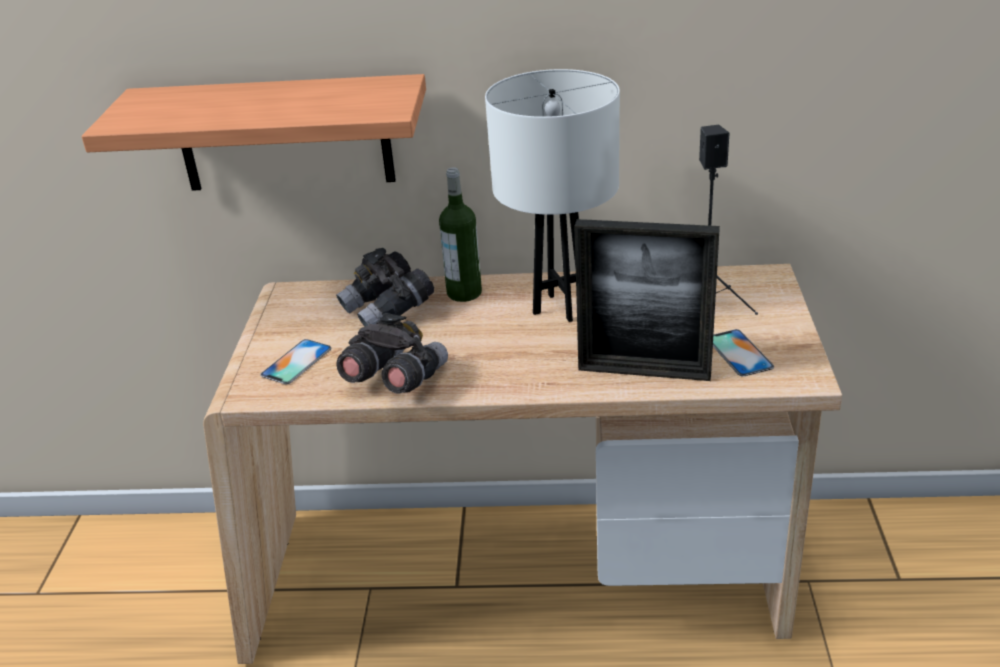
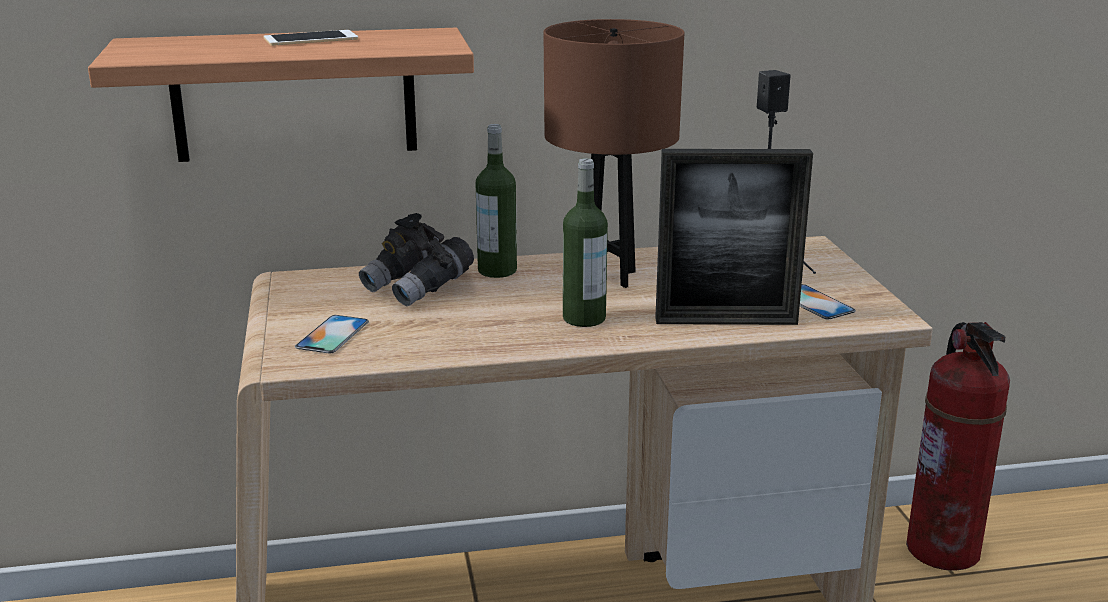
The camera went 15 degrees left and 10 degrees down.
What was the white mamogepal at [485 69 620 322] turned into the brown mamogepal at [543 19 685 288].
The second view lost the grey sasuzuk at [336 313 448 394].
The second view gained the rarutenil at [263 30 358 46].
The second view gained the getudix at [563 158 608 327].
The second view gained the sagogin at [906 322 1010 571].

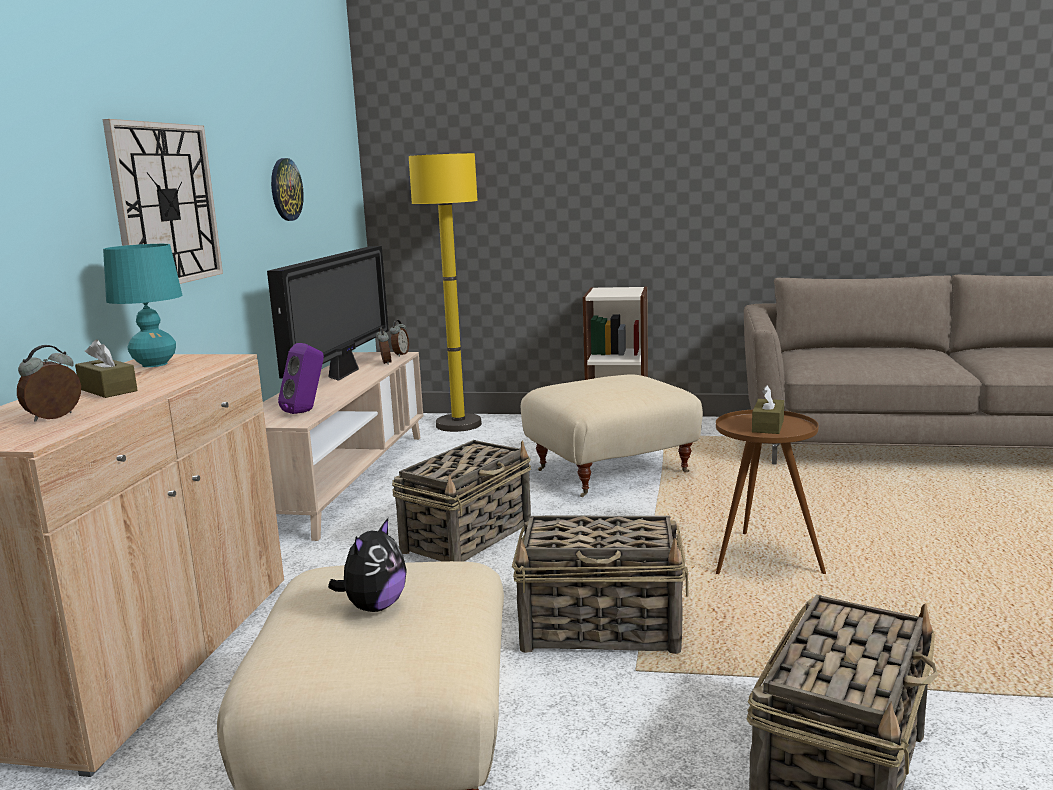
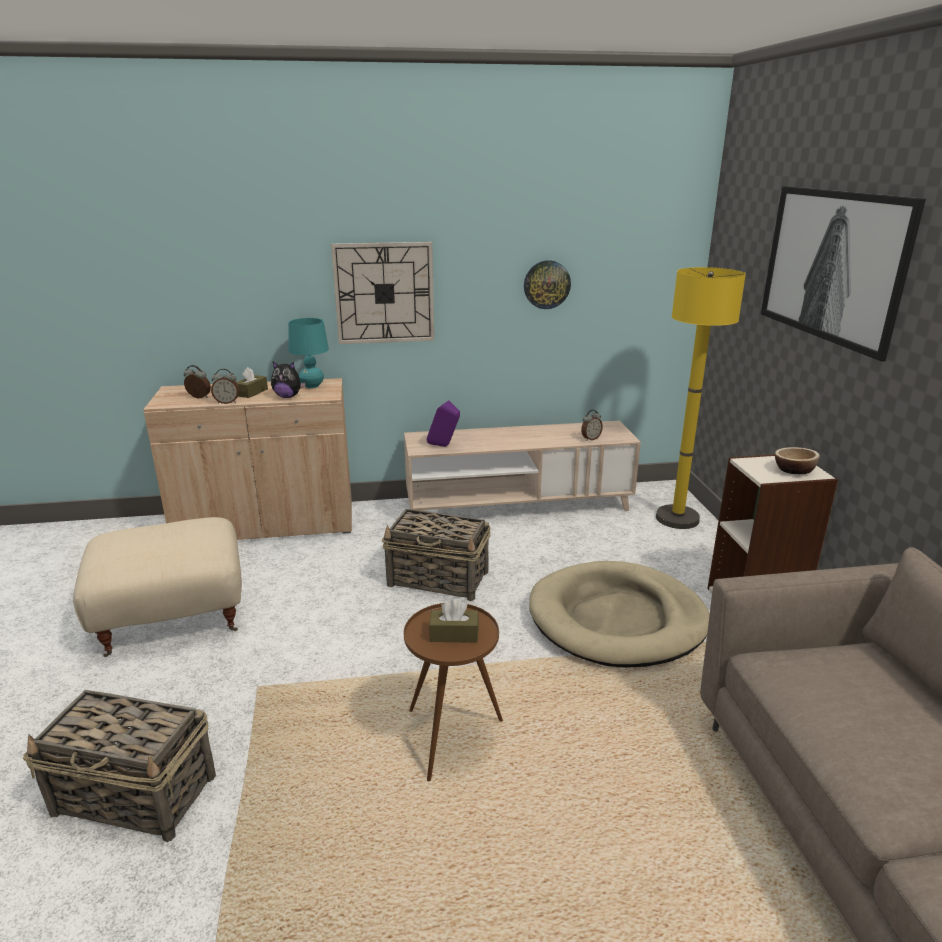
The camera went 70 degrees right and 10 degrees up.
The second view lost the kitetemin at [267 246 389 381].
The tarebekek ended up elsewhere, having gone from [390 320 409 357] to [211 369 240 404].
Where the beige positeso stood at [521 374 703 497], the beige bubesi came to stand at [529 561 710 668].
The second view lost the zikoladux at [512 515 689 654].
The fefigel ended up elsewhere, having gone from [328 518 407 612] to [271 362 306 398].
The second view gained the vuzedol at [761 186 926 361].
The second view gained the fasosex at [775 447 820 474].

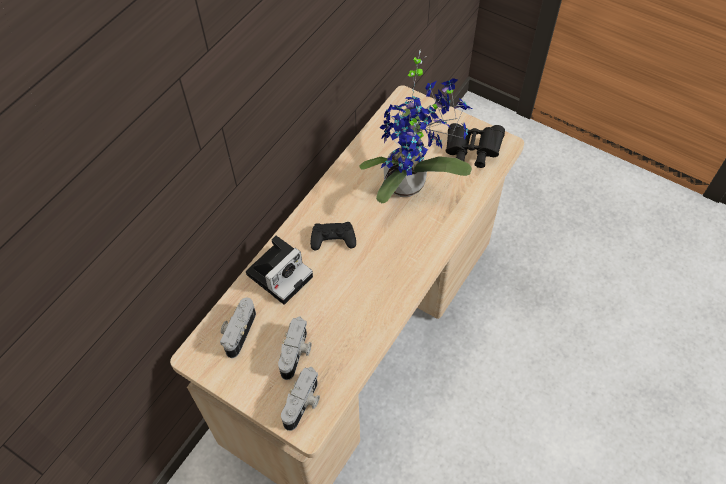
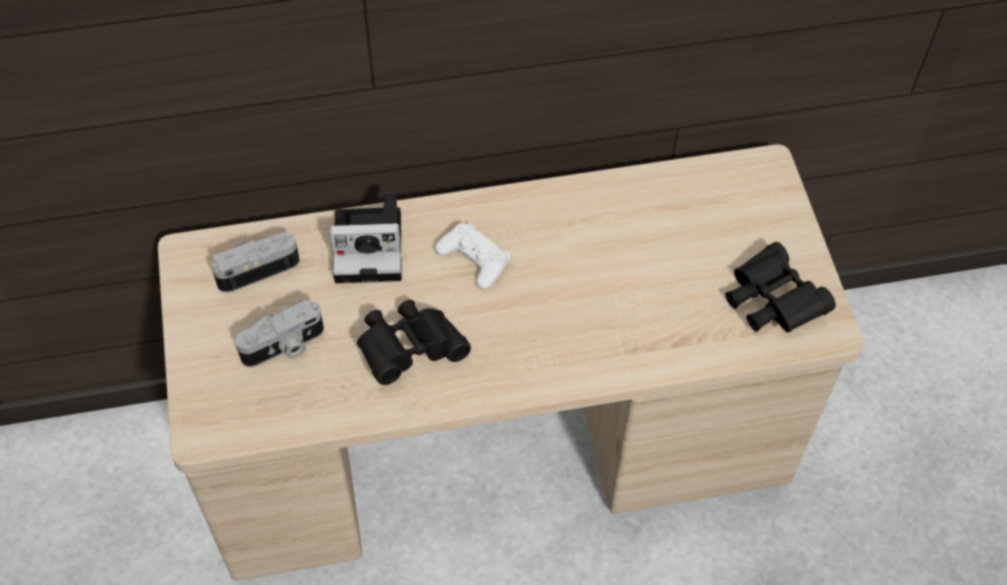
The camera went 45 degrees right and 0 degrees up.
The second view lost the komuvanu at [360 50 472 203].
What was the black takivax at [310 222 356 250] turned into the white takivax at [434 223 511 289].
The second view lost the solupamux at [281 367 320 431].
The second view gained the black sasuzuk at [357 300 471 385].

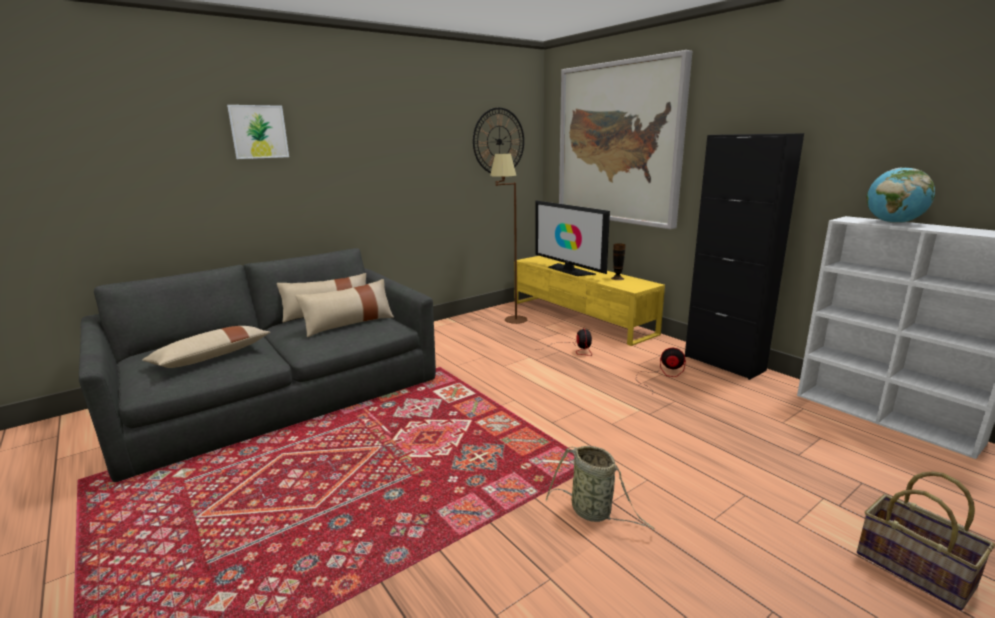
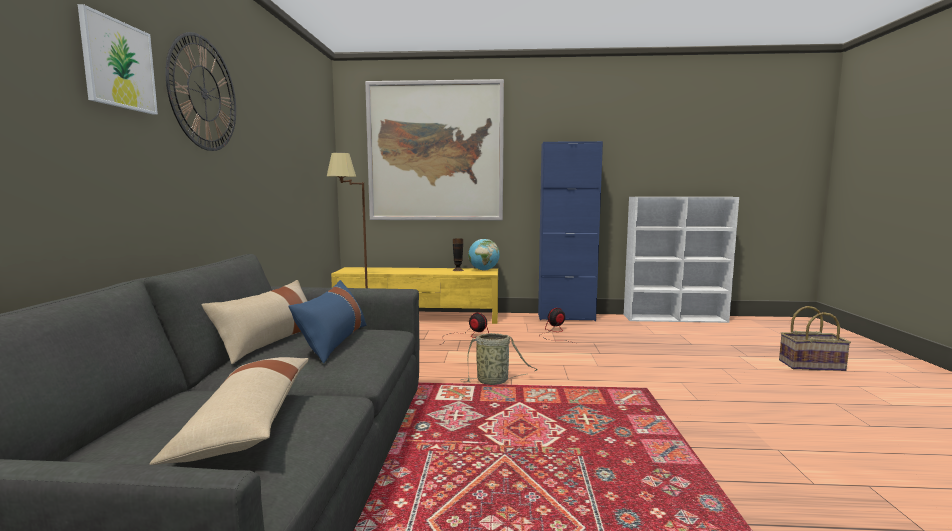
The camera went 50 degrees left and 10 degrees down.
The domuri ended up elsewhere, having gone from [473 108 524 173] to [165 32 236 151].
What was the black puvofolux at [685 133 804 380] turned into the blue puvofolux at [538 141 603 321].
The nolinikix ended up elsewhere, having gone from [867 168 935 223] to [468 239 500 271].
The second view lost the kitetemin at [535 200 610 276].
What was the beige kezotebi at [295 279 394 337] turned into the blue kezotebi at [288 280 367 363].
The zikoladux ended up elsewhere, having gone from [546 446 655 530] to [461 333 538 385].

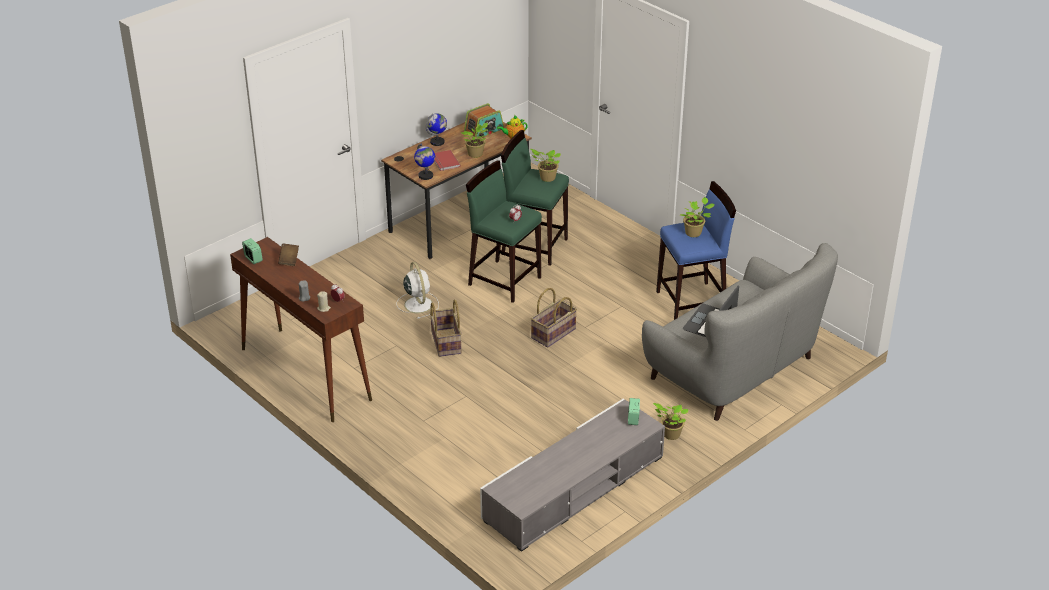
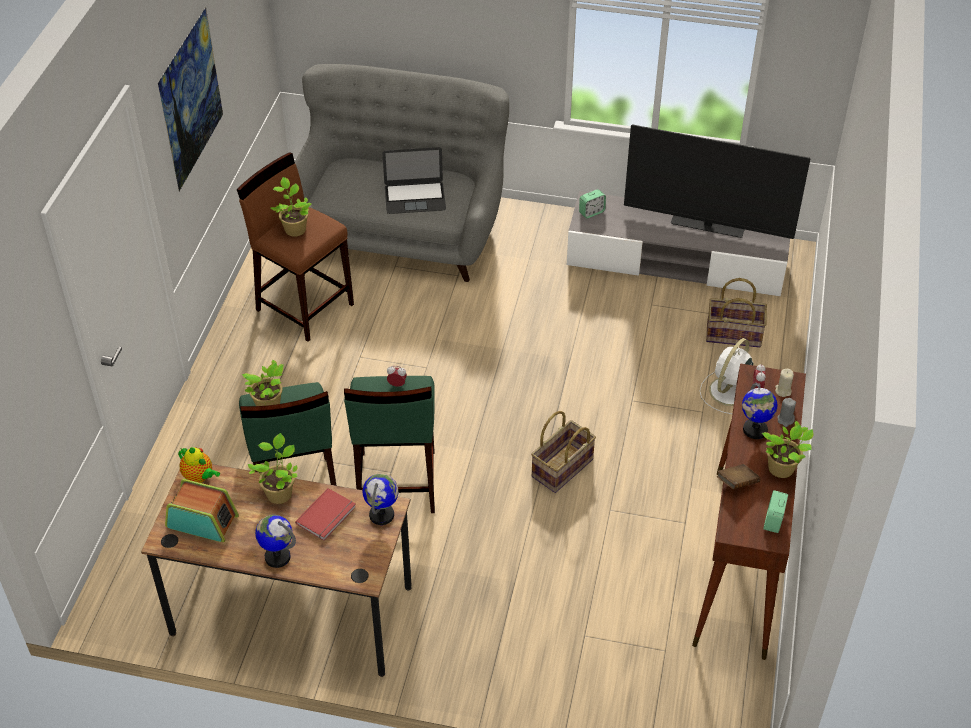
The camera went 125 degrees left and 10 degrees up.
What was the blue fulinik at [656 181 736 320] turned into the brown fulinik at [237 152 354 342].
The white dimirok ended up elsewhere, having gone from [396 262 439 319] to [700 338 753 414].
The zikoladux ended up elsewhere, having gone from [530 288 577 347] to [706 278 767 348].
The komuvanu ended up elsewhere, having gone from [653 403 689 440] to [762 421 814 478].
The second view gained the vuzedol at [158 7 223 192].
The second view gained the kitetemin at [624 124 810 239].
The second view gained the nolinikix at [742 383 777 439].

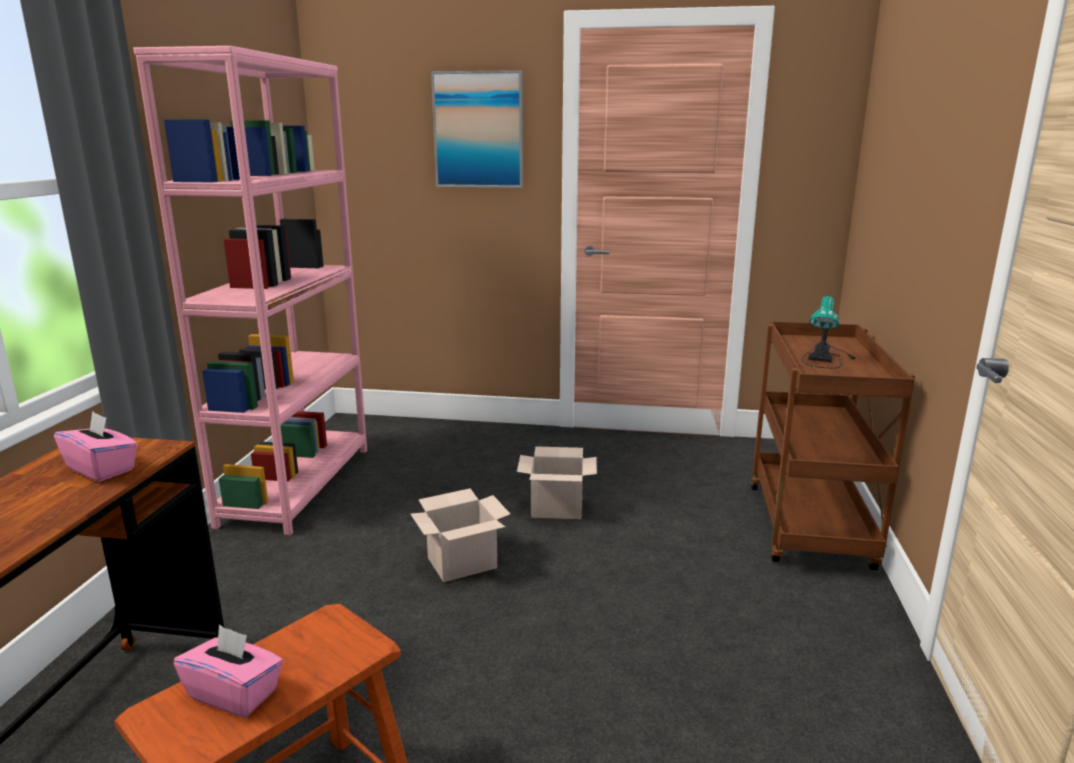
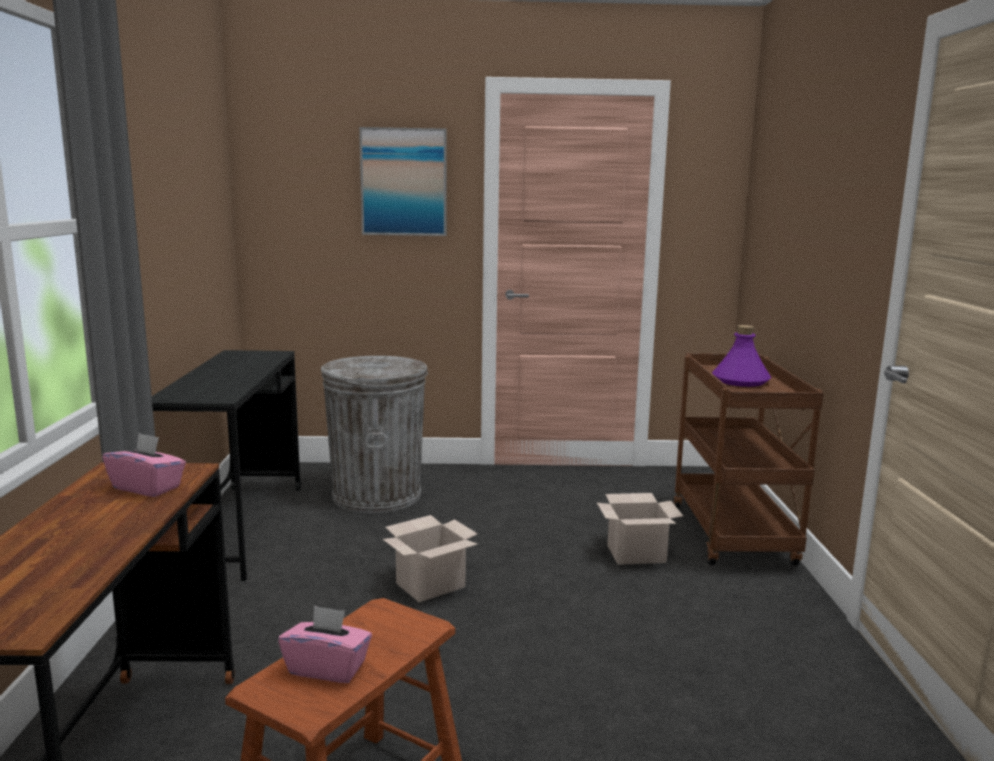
The camera went 10 degrees left and 5 degrees down.
Where the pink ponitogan stood at [133 46 367 536], the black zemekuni came to stand at [152 350 301 581].
Where the mamogepal stood at [802 296 857 369], the purple getudix came to stand at [712 325 771 387].
The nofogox ended up elsewhere, having gone from [517 446 597 519] to [597 493 683 565].
The second view gained the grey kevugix at [321 356 428 513].

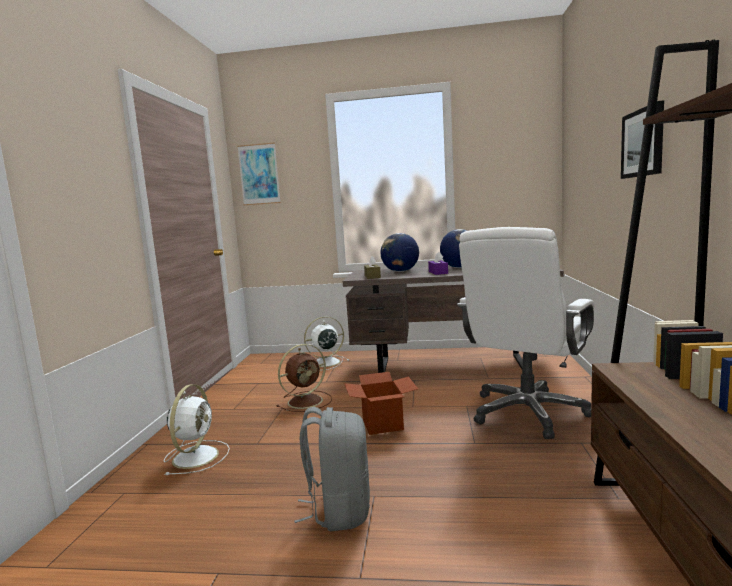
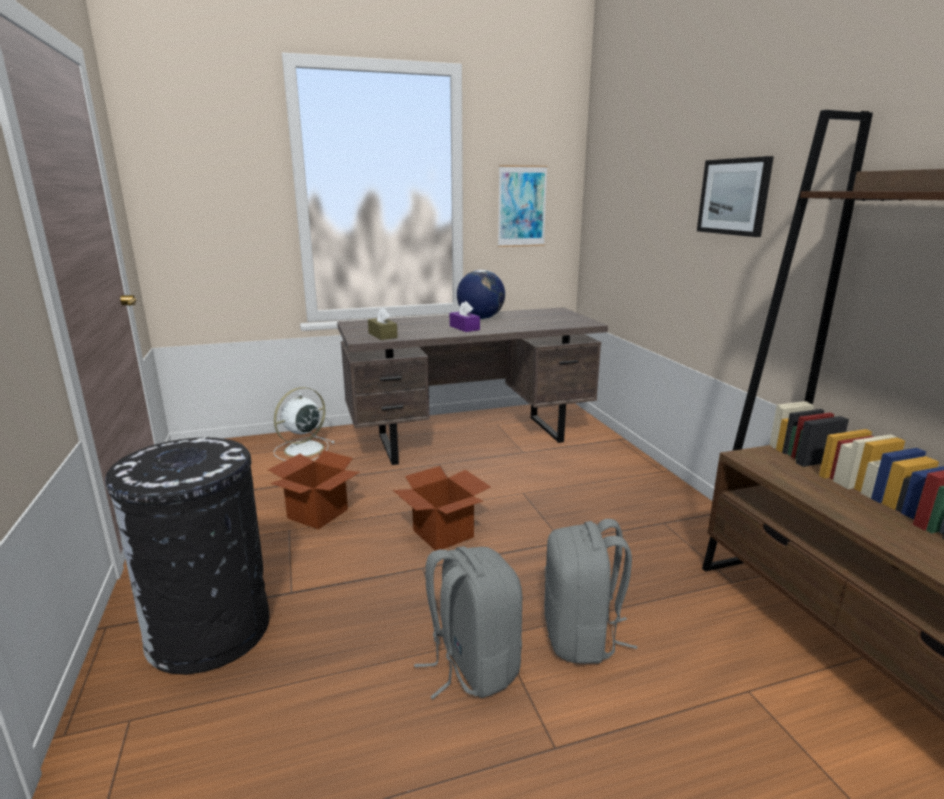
The camera went 25 degrees left and 10 degrees up.
The vuzedol ended up elsewhere, having gone from [237 142 281 205] to [498 165 548 247].
The second view lost the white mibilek at [457 227 594 439].
The second view lost the nolinikix at [381 233 419 272].
Where the brown dimirok stood at [276 344 332 412], the nofogox came to stand at [268 450 360 529].
Where the white dimirok stood at [164 384 230 475], the black kevugix came to stand at [105 437 269 675].
The second view gained the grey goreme at [544 519 637 664].

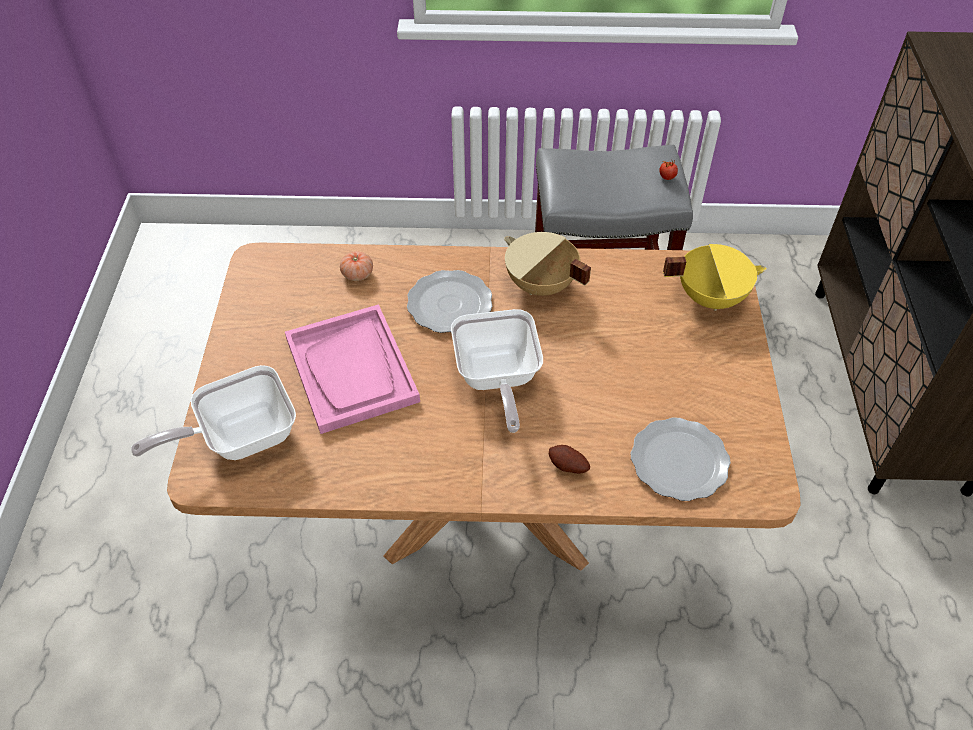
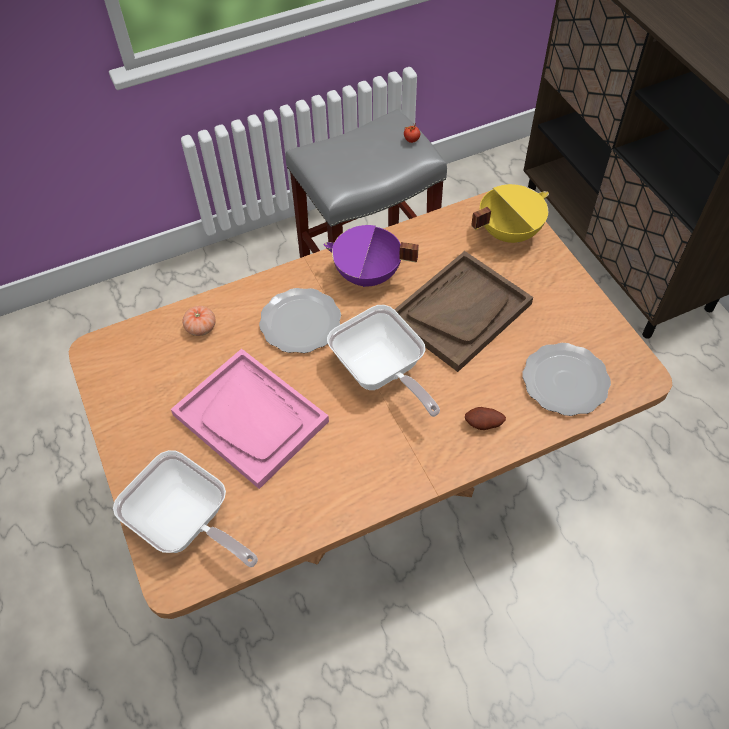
The camera went 25 degrees left and 5 degrees up.
What was the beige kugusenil at [504 232 591 296] turned into the purple kugusenil at [324 225 419 287].
The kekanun at [131 365 296 460] ended up facing another way, 90 degrees counterclockwise from before.
The second view gained the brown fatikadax at [394 251 533 372].

